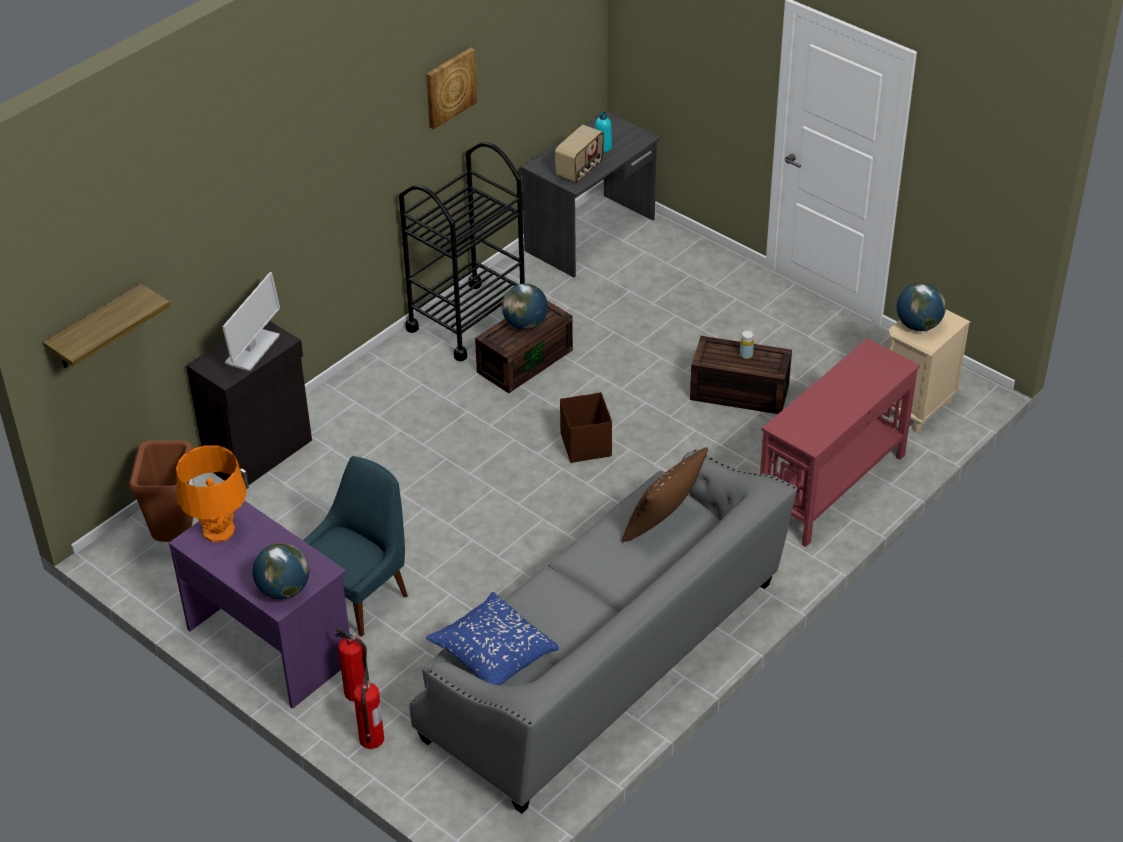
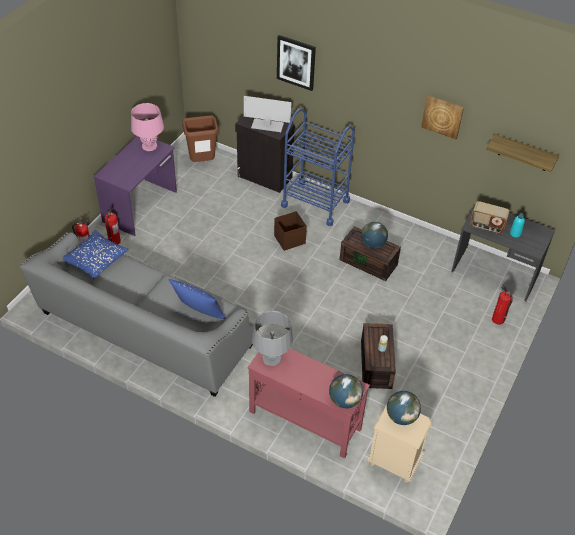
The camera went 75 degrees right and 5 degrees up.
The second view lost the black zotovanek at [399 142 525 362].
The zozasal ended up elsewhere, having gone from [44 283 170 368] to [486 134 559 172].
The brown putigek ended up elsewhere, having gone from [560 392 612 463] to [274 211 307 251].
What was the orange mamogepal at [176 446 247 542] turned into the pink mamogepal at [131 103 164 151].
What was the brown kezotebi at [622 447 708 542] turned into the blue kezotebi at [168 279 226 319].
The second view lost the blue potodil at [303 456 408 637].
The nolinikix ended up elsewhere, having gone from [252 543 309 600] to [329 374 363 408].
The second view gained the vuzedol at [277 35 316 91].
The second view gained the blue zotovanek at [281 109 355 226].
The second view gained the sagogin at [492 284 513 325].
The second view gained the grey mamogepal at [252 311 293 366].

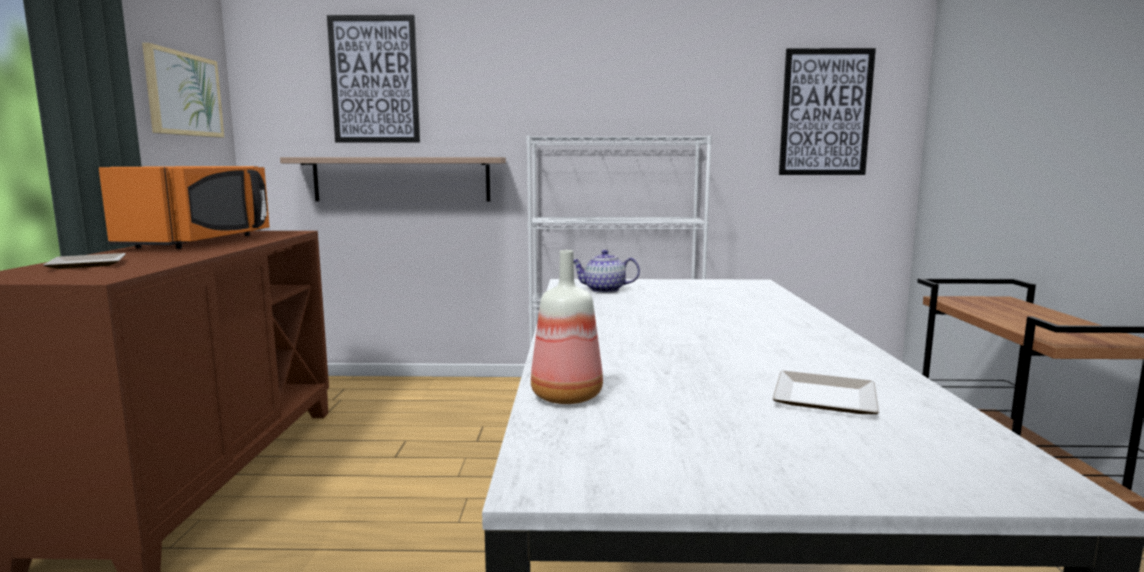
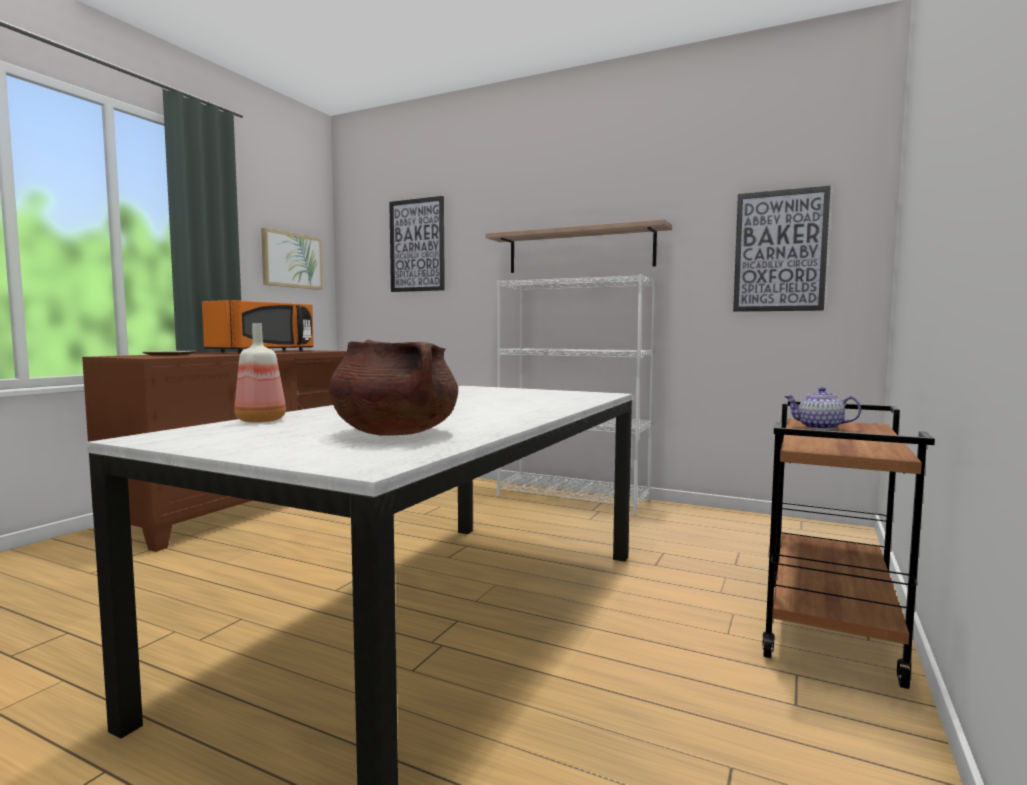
The camera went 25 degrees right and 5 degrees down.
The zozasal ended up elsewhere, having gone from [280 157 506 202] to [485 219 672 273].
The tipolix ended up elsewhere, having gone from [574 250 640 293] to [784 387 861 430].
Where the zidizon stood at [772 371 879 414], the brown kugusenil came to stand at [329 340 458 436].

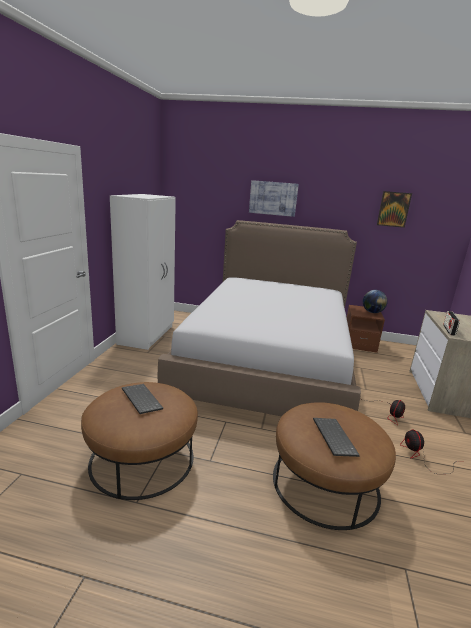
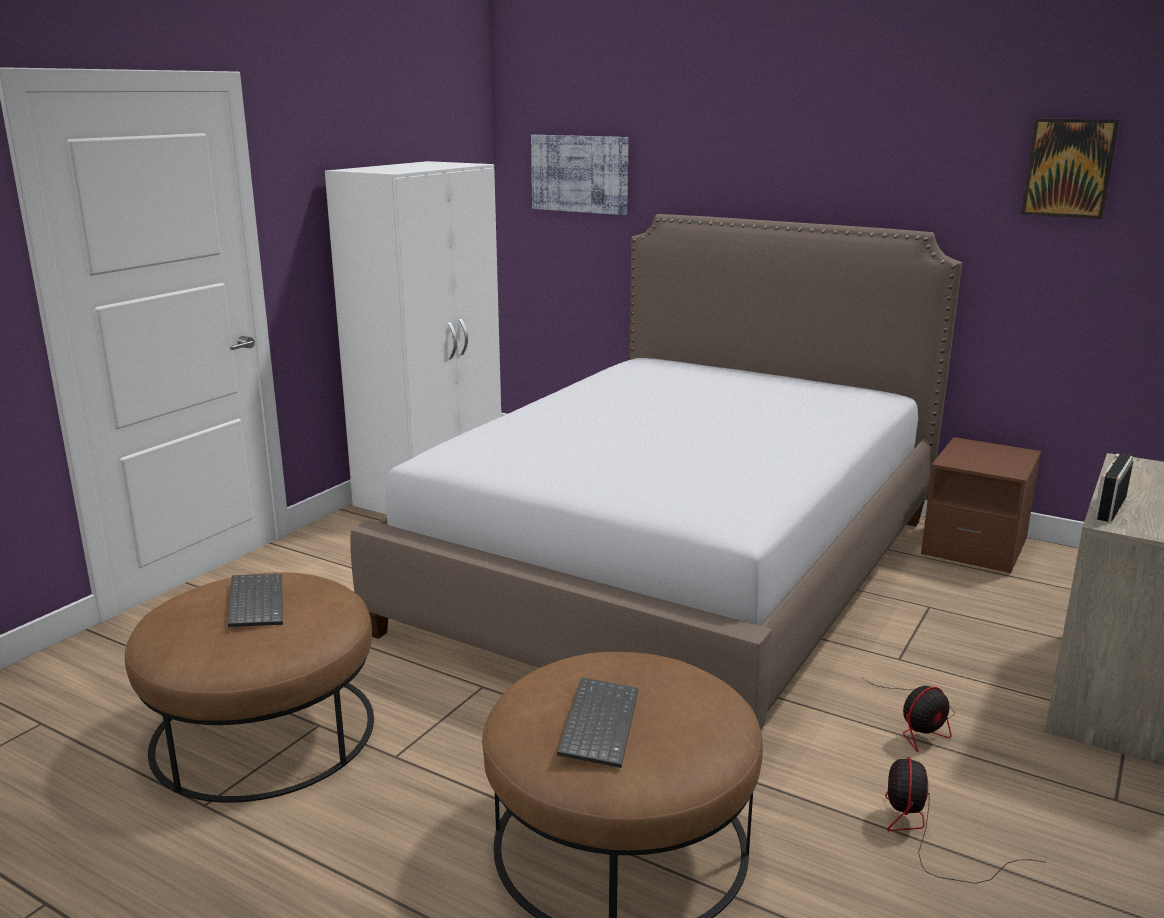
The camera went 20 degrees right and 0 degrees up.
The vuzedol ended up elsewhere, having gone from [249 180 299 217] to [531 135 628 215].
The second view lost the nolinikix at [363 290 388 313].

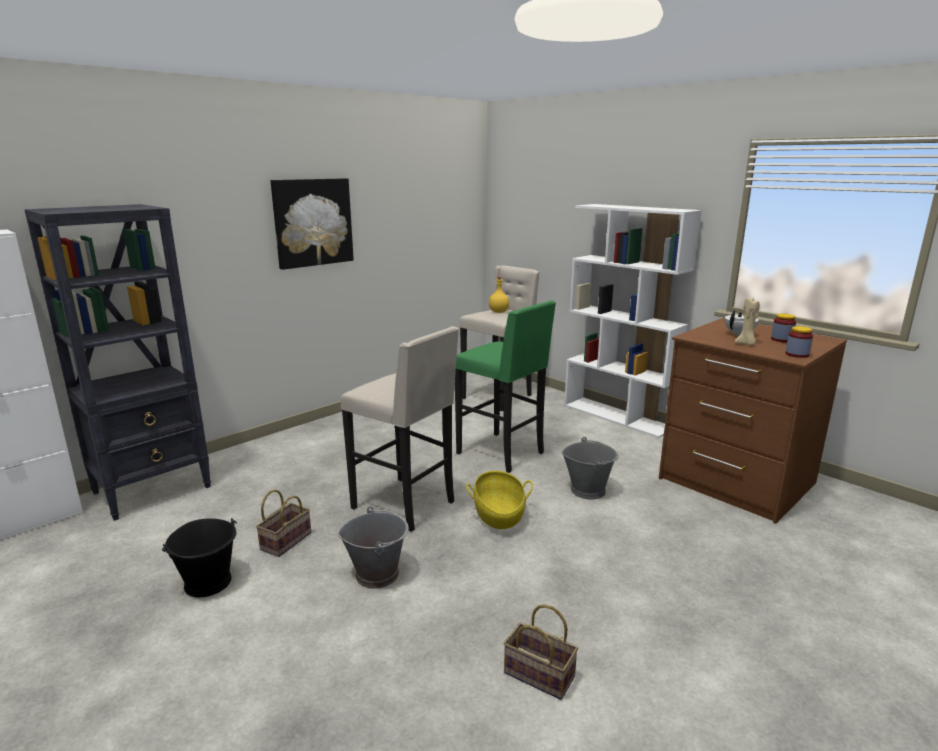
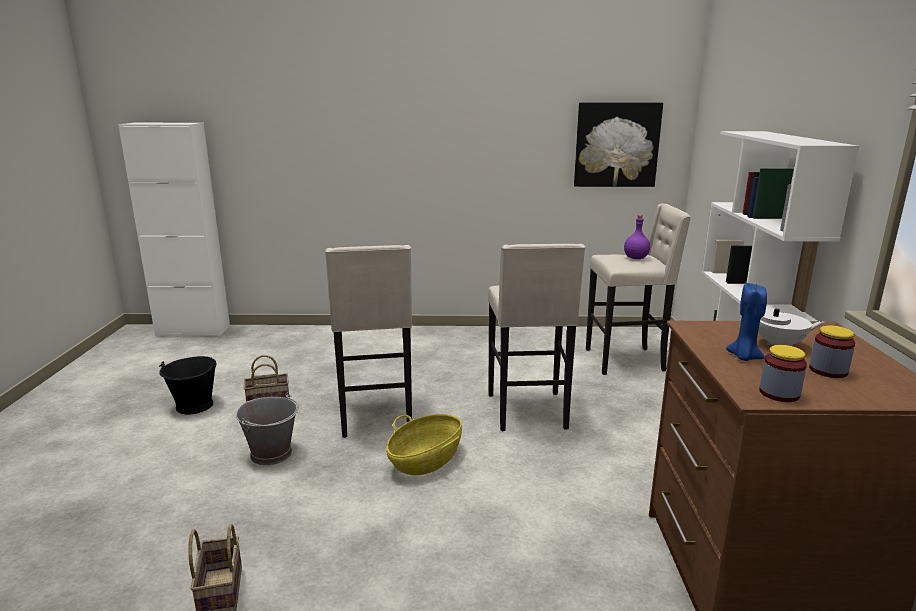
The camera went 45 degrees right and 0 degrees up.
The vuzedol ended up elsewhere, having gone from [271 178 354 270] to [574 103 663 187].
The second view lost the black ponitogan at [24 204 211 521].
What was the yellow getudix at [489 276 509 313] turned into the purple getudix at [624 215 650 259].
What was the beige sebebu at [735 298 760 345] turned into the blue sebebu at [726 283 767 361].
What was the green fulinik at [455 300 556 473] turned into the beige fulinik at [488 244 585 432].
The second view lost the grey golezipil at [561 437 618 500].

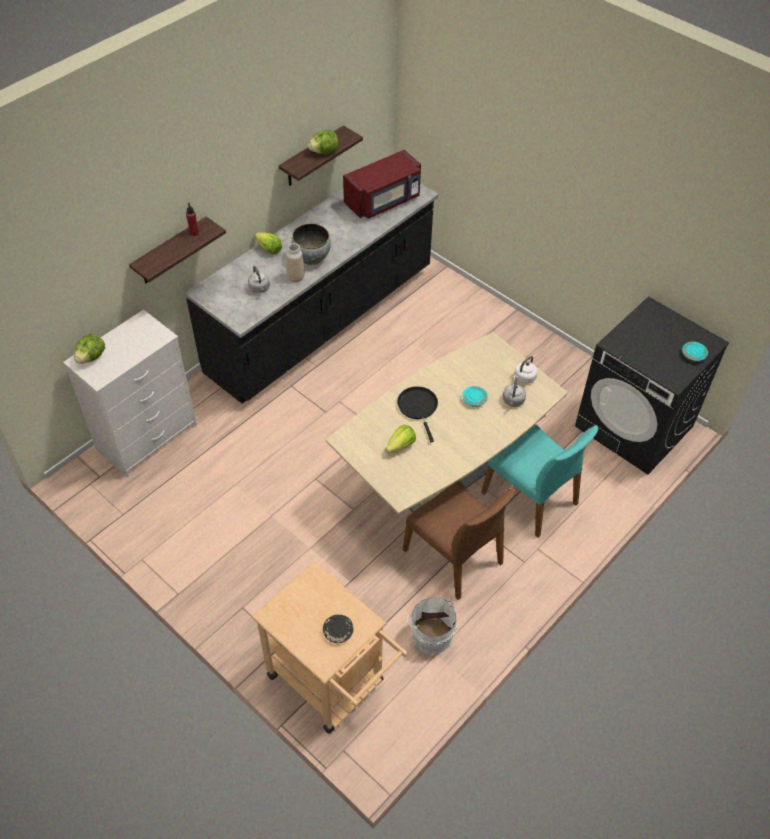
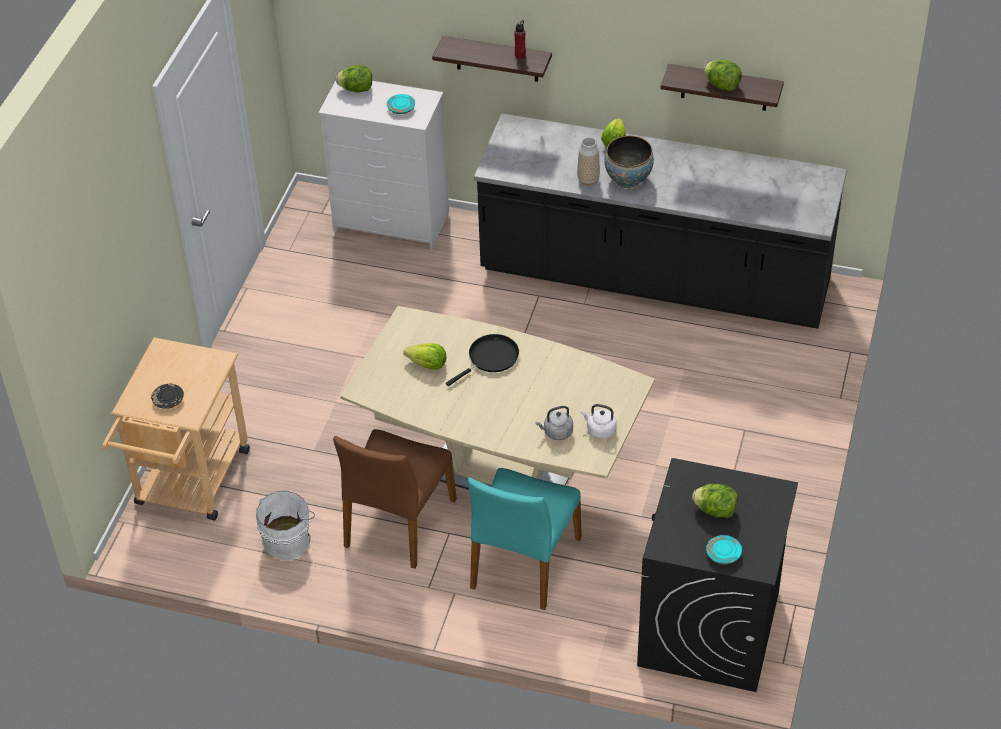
The camera went 65 degrees right and 5 degrees down.
The second view lost the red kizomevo at [343 150 421 219].
The second view lost the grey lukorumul at [248 266 270 293].
The turquoise zidizon ended up elsewhere, having gone from [462 386 488 407] to [387 94 415 114].
The second view gained the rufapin at [692 483 738 518].

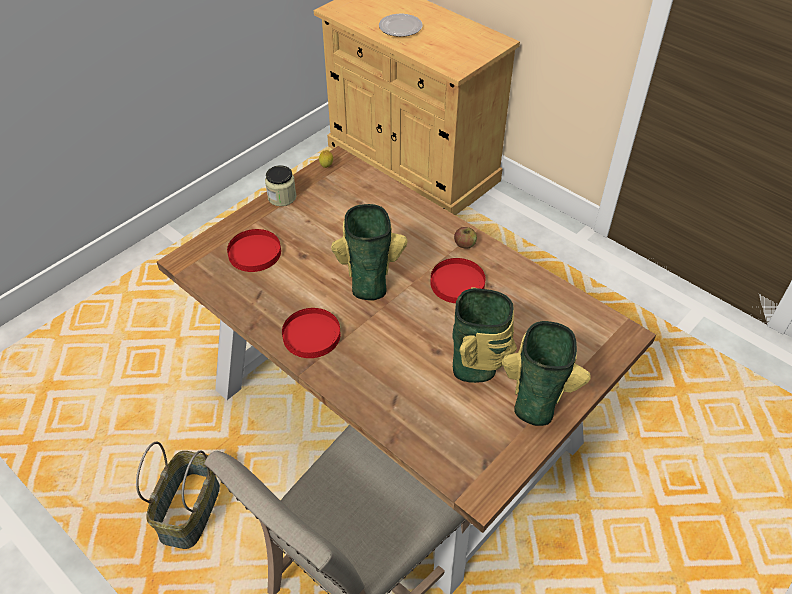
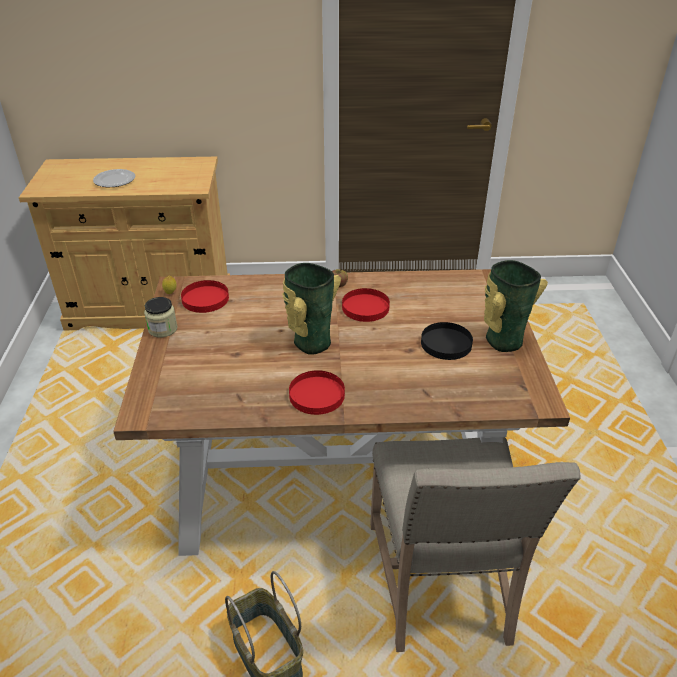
The camera went 45 degrees left and 10 degrees down.
The red zidizon ended up elsewhere, having gone from [227 229 281 272] to [181 280 229 313].
Where the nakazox stood at [453 287 517 383], the black zidizon came to stand at [421 322 473 360].

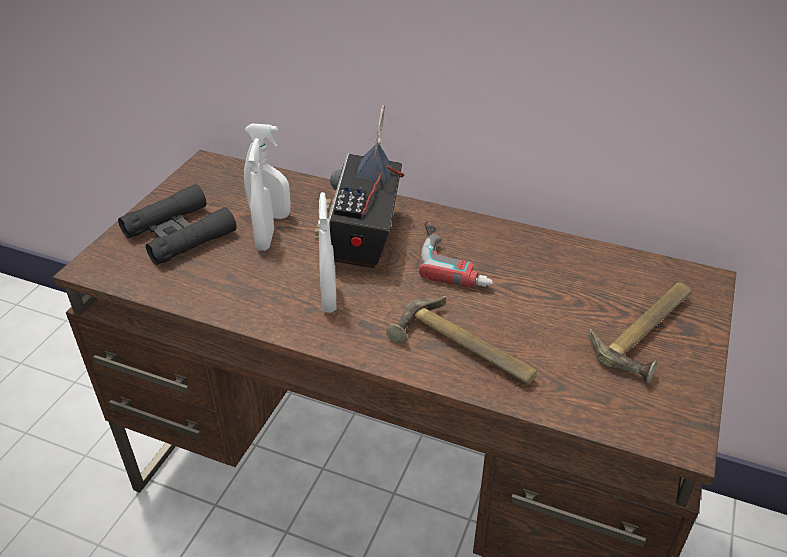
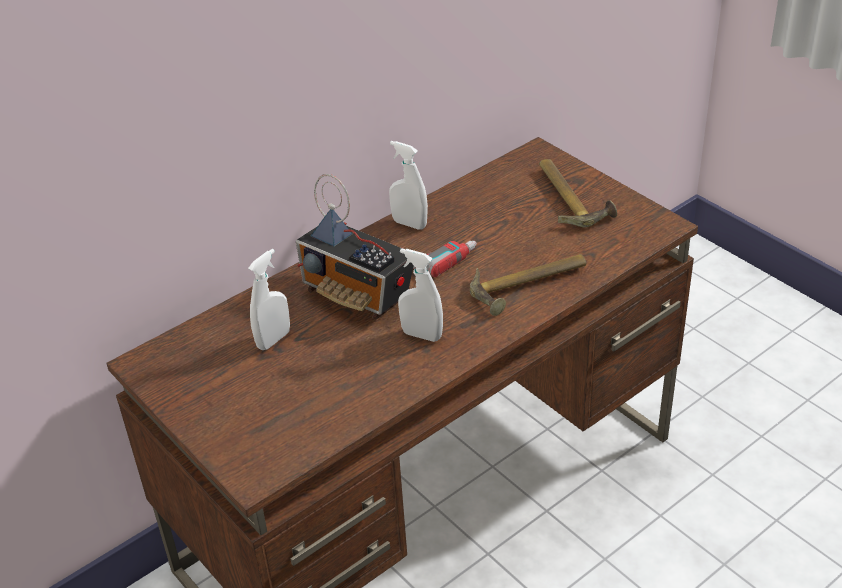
The camera went 60 degrees left and 0 degrees up.
The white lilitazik ended up elsewhere, having gone from [248 138 274 251] to [389 141 428 230].
The second view lost the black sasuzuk at [118 184 237 265].

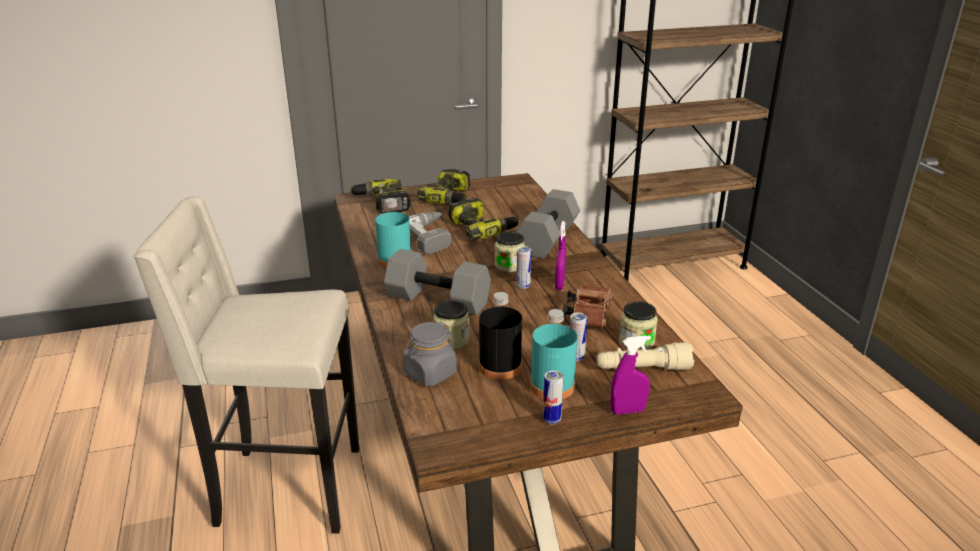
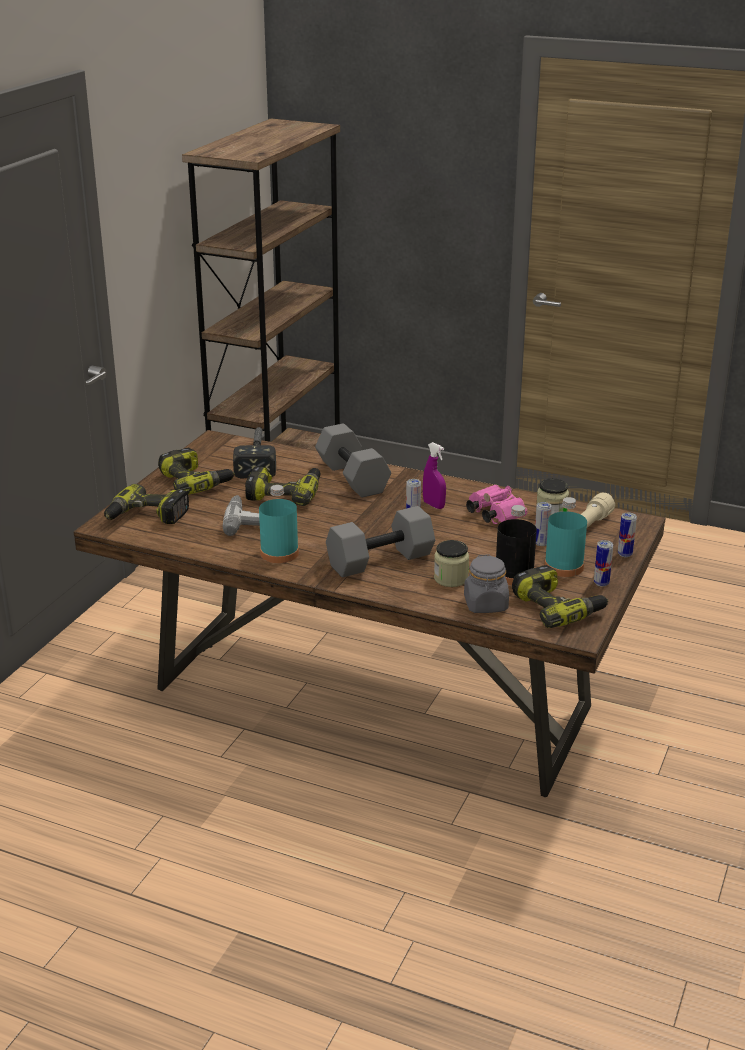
The camera went 50 degrees left and 0 degrees up.
The second view lost the beige fulinik at [133 196 359 533].
The second view lost the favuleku at [495 232 525 272].
What was the brown sasuzuk at [563 285 612 328] turned into the pink sasuzuk at [466 484 528 524].
Where the purple lilitazik stood at [610 335 651 415], the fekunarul came to stand at [618 513 637 557].
The second view gained the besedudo at [233 427 276 478].
The second view gained the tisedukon at [512 565 608 628].

